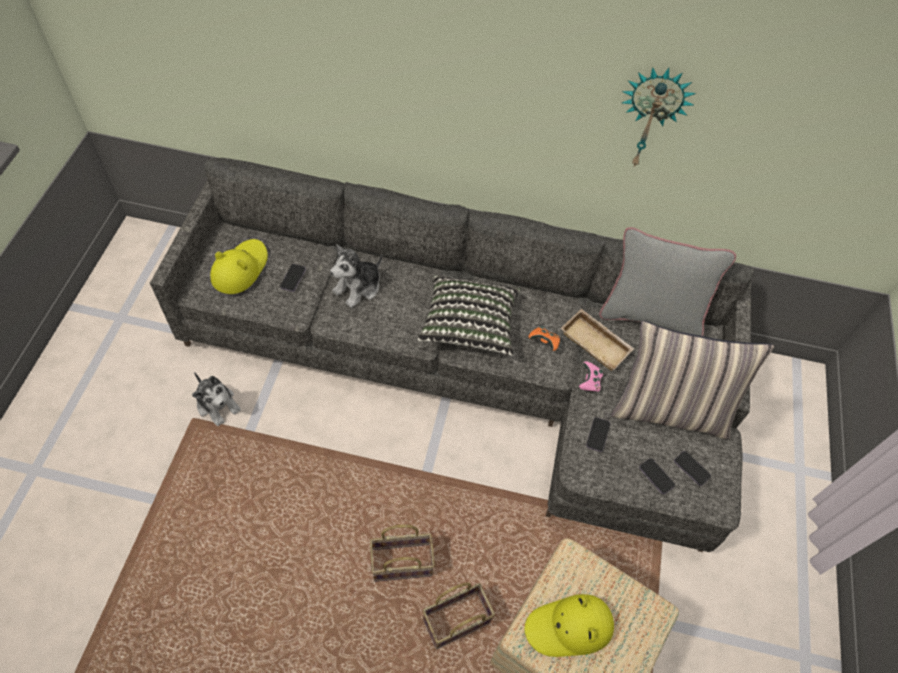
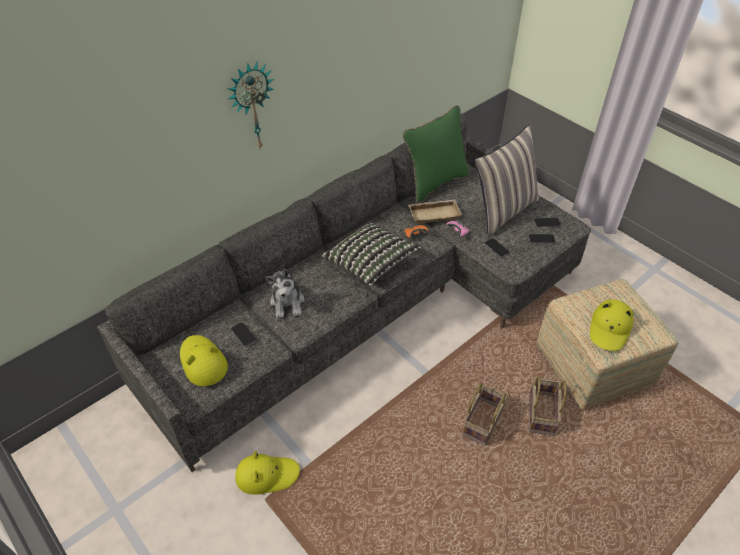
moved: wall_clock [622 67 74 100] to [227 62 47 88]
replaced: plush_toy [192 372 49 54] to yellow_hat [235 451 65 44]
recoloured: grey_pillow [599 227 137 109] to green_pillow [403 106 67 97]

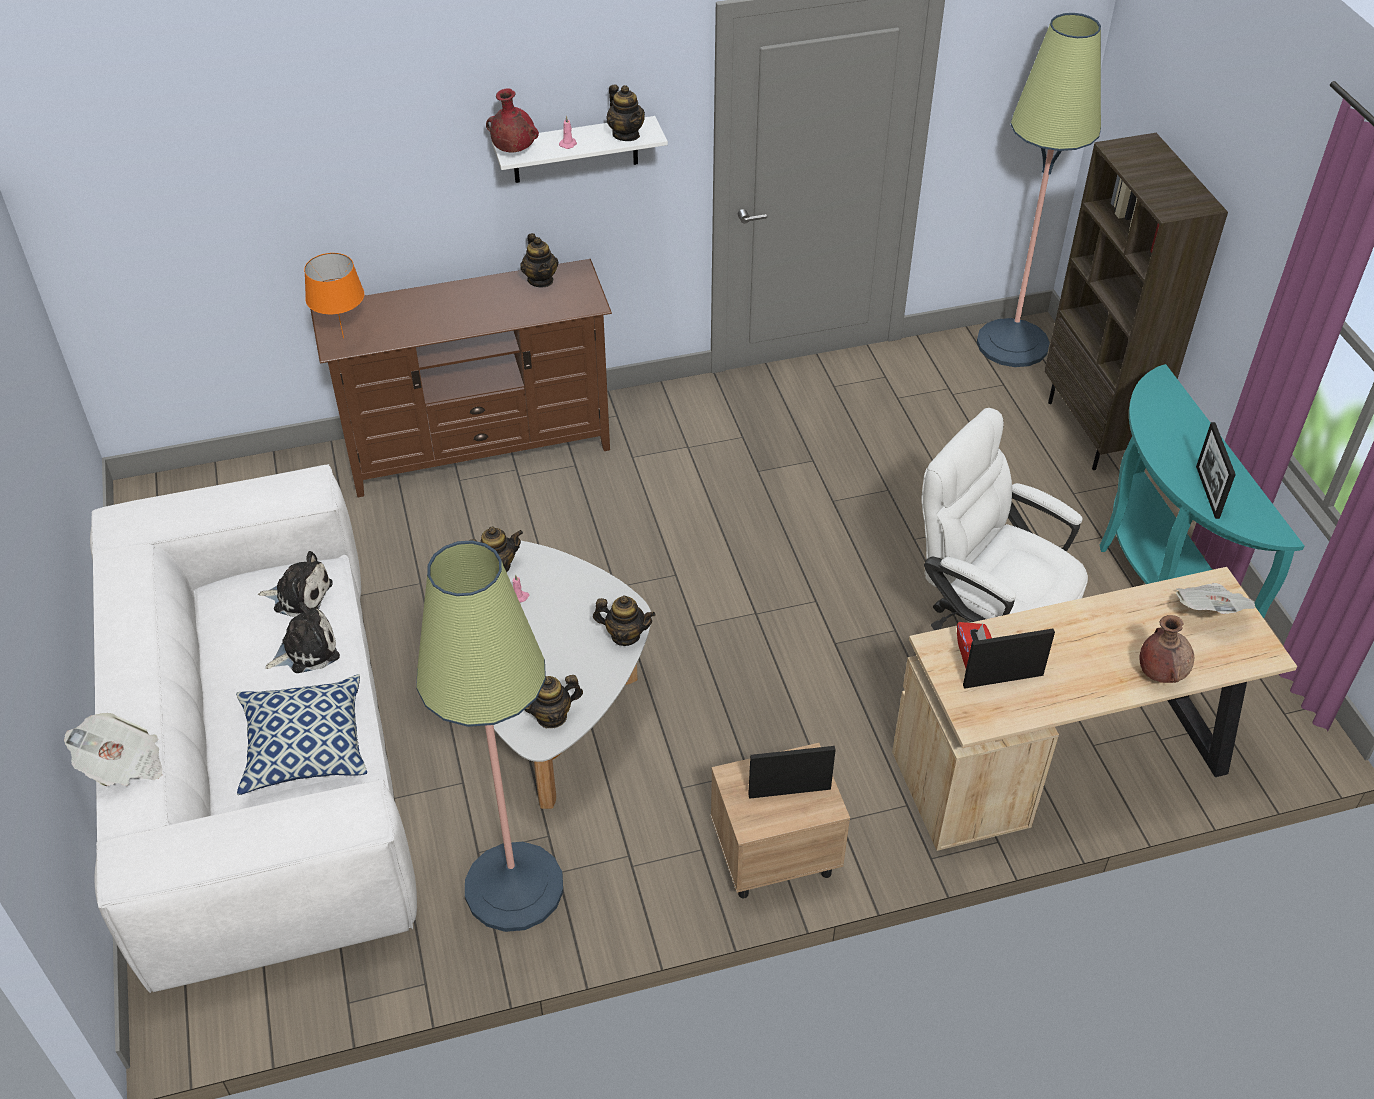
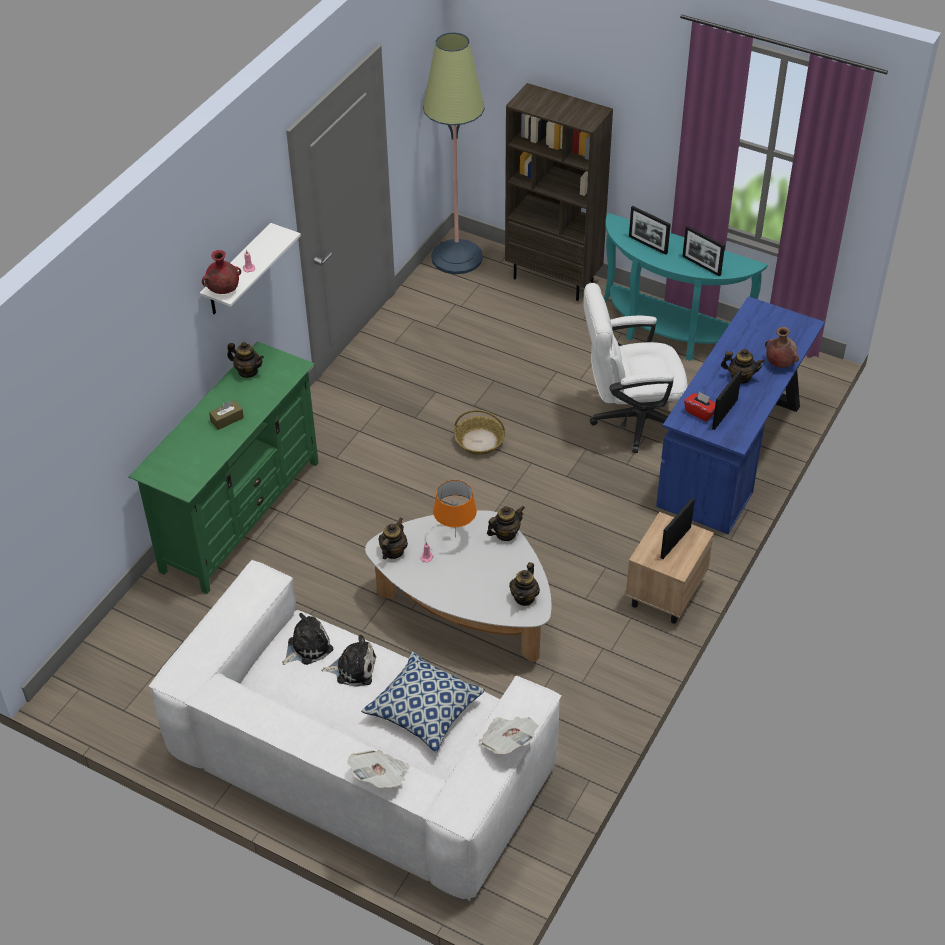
removed: floor_lamp [416 540 147 392]
added: picture_frame [629 206 42 49]; brown_tissue_box [209 400 35 30]; basket [454 410 51 45]
moved: teapot [607 84 38 57] to [721 349 44 35]; orange_table_lamp [304 253 60 85] to [433 480 44 57]; newspaper [1176 583 79 31] to [478 717 60 37]
recoloured: brown_tv_stand [310 259 302 238] to green_tv_stand [129 341 189 253]; beige_desk [892 567 405 284] to blue_desk [656 296 169 238]
turned: plush_toy [265 602 75 71] = [321 635 55 52] 75 degrees clockwise

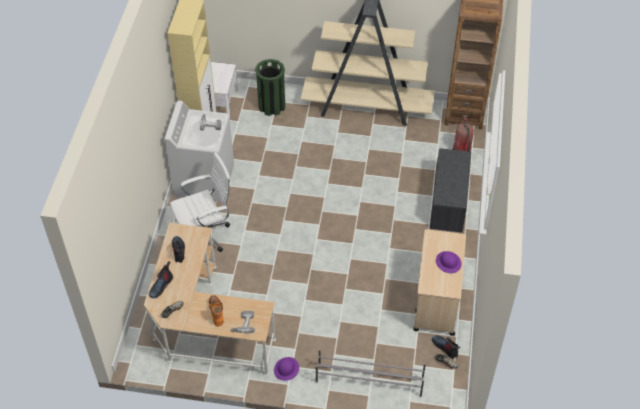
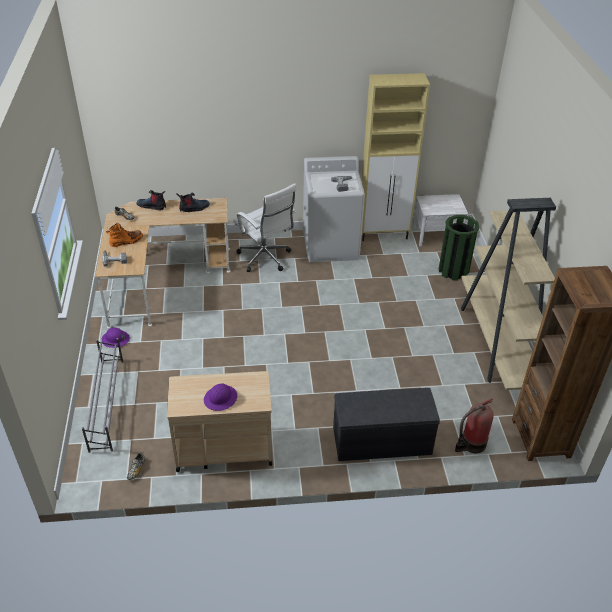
removed: boot [432 335 28 24]

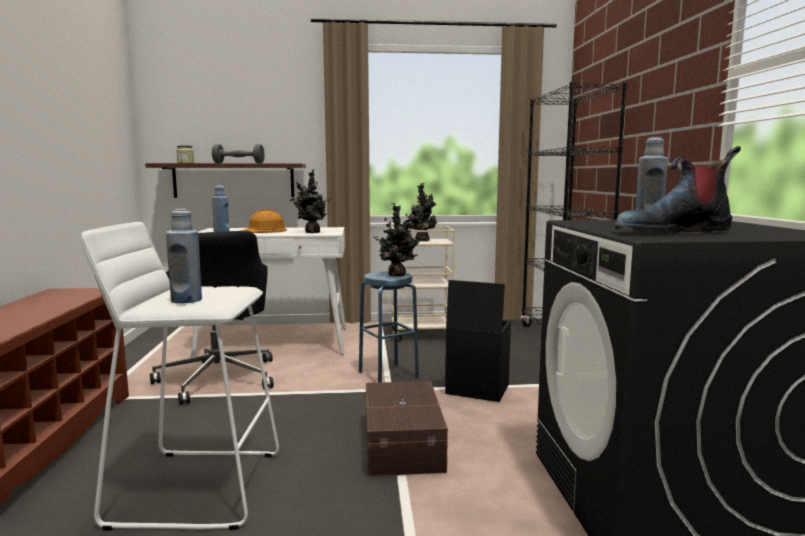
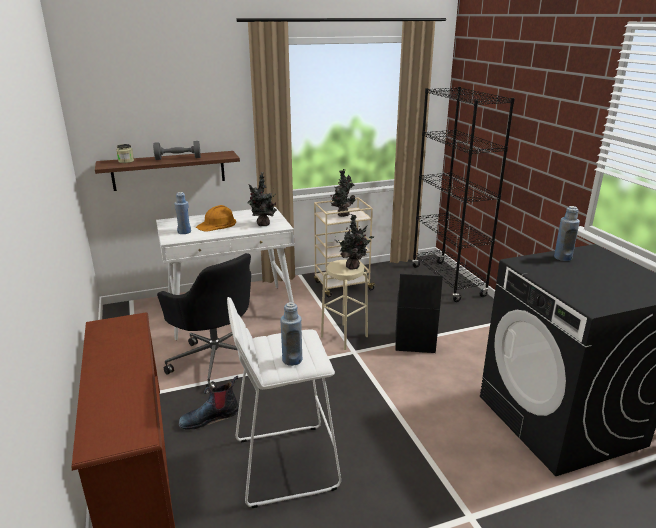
removed: brown_storage_box [366 381 82 95]
moved: boot [615 146 126 88] to [178 376 60 53]
recoloured: blue_stool [359 271 60 112] to beige_stool [321 260 47 90]

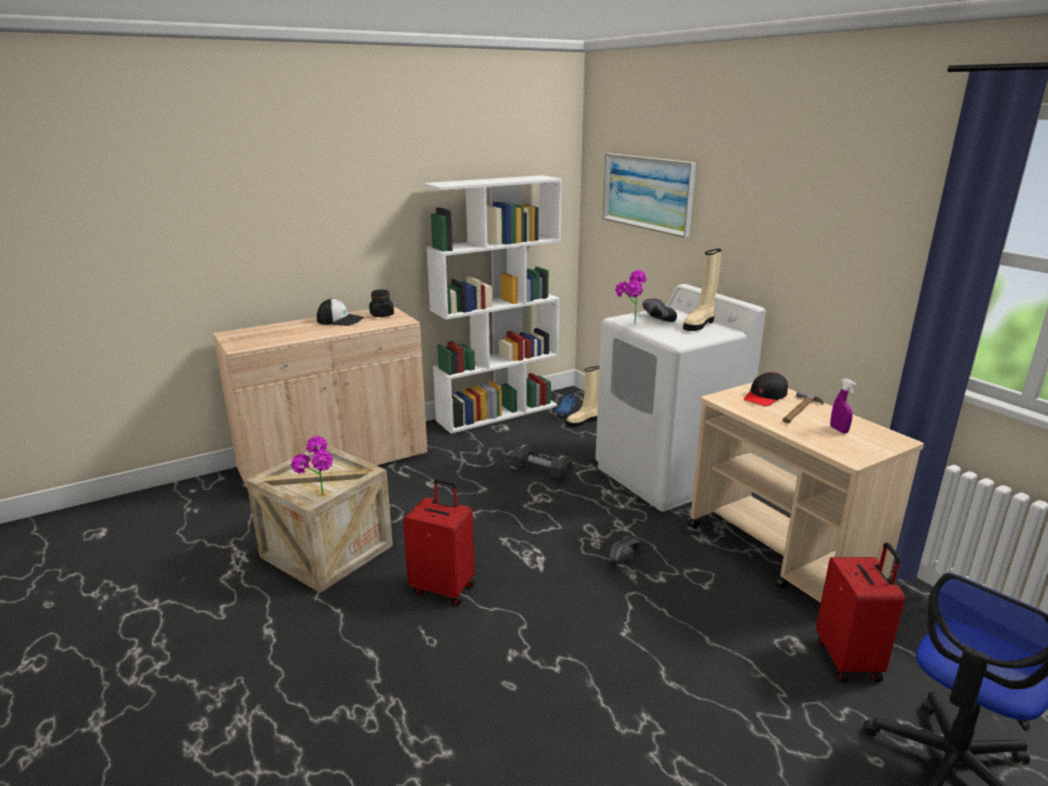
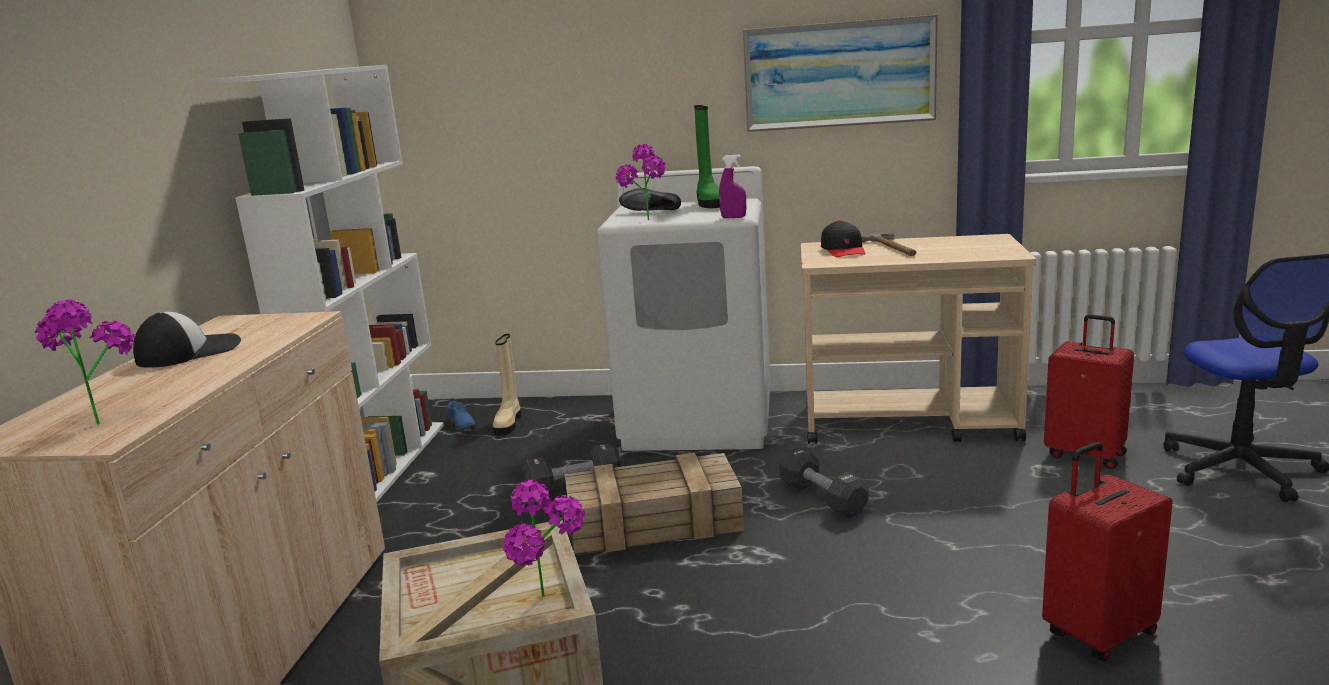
removed: black_jar [369 290 25 27]
added: potted_plant [35 300 100 125]; crate [565 453 179 102]
moved: picture [603 153 93 85] to [742 15 196 117]; purple_spray_bottle [830 378 26 56] to [719 154 27 64]; red_suitcase [403 478 72 127] to [1042 442 131 219]
replaced: black_shoe [610 535 33 30] to black_dumbbell [779 447 90 71]
recoloured: beige_boot [683 249 38 82] to green_boot [694 105 26 103]

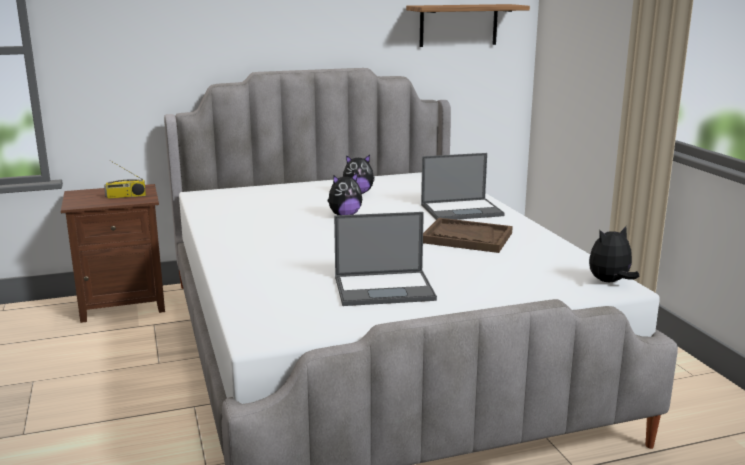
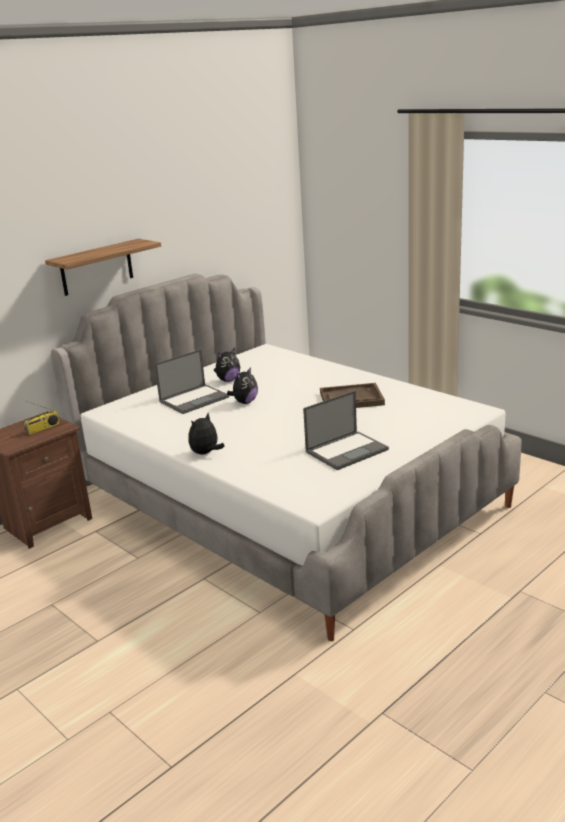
moved: shelf [406 4 124 43] to [45 239 116 57]; laptop [421 153 84 67] to [154 349 75 65]; plush_toy [589 226 50 56] to [188 413 37 42]

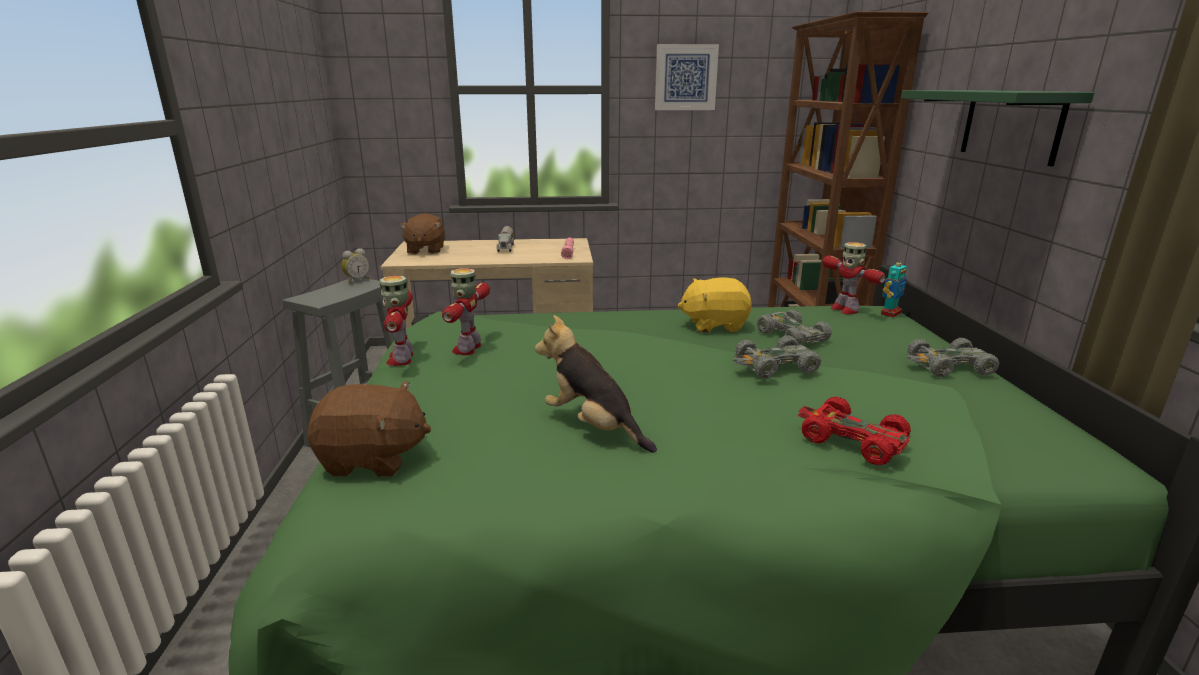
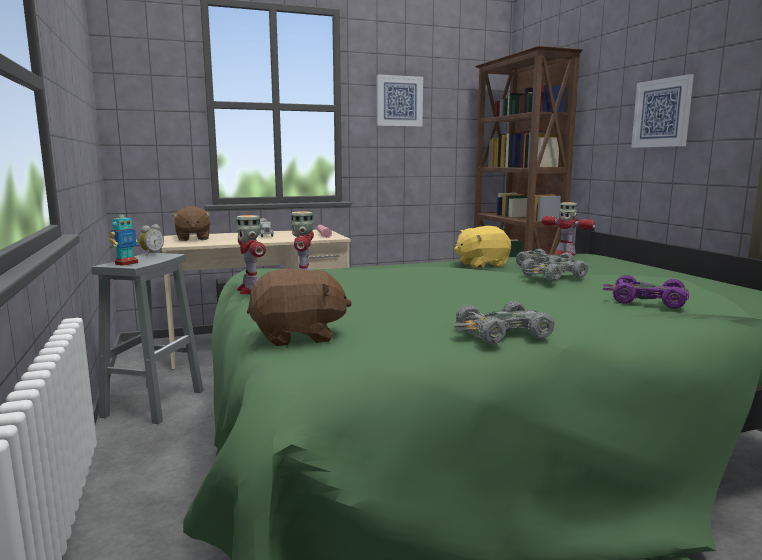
removed: plush_toy [535 315 122 138]
moved: toy_robot [881 257 26 61] to [109 209 29 57]; grey_toy_car [906 338 94 39] to [454 301 101 43]
replaced: green_shelf [901 90 193 77] to picture [631 74 63 74]
recoloured: red_toy_car [798 397 113 68] to purple_toy_car [603 275 87 34]

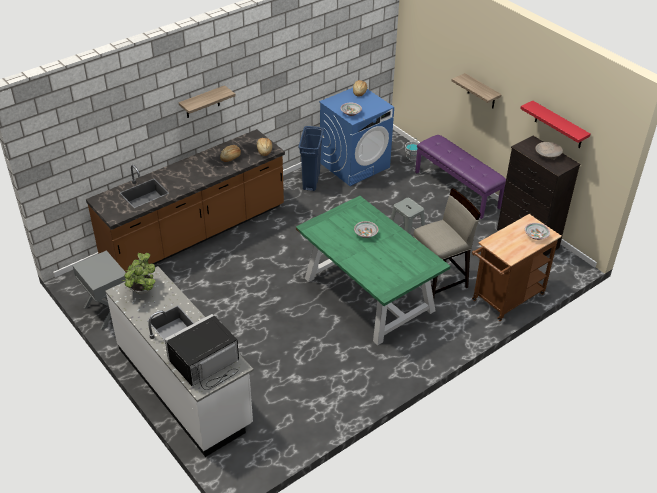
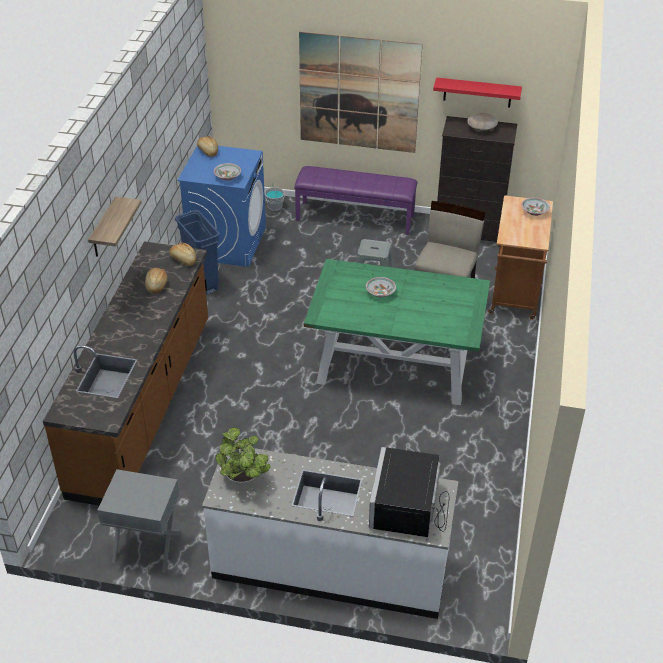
replaced: shelf [452 73 50 35] to picture [299 32 124 121]

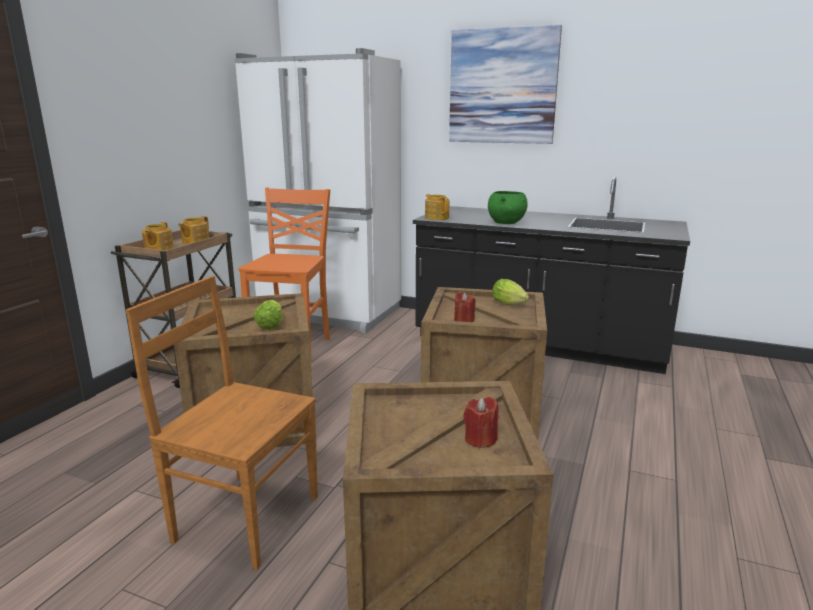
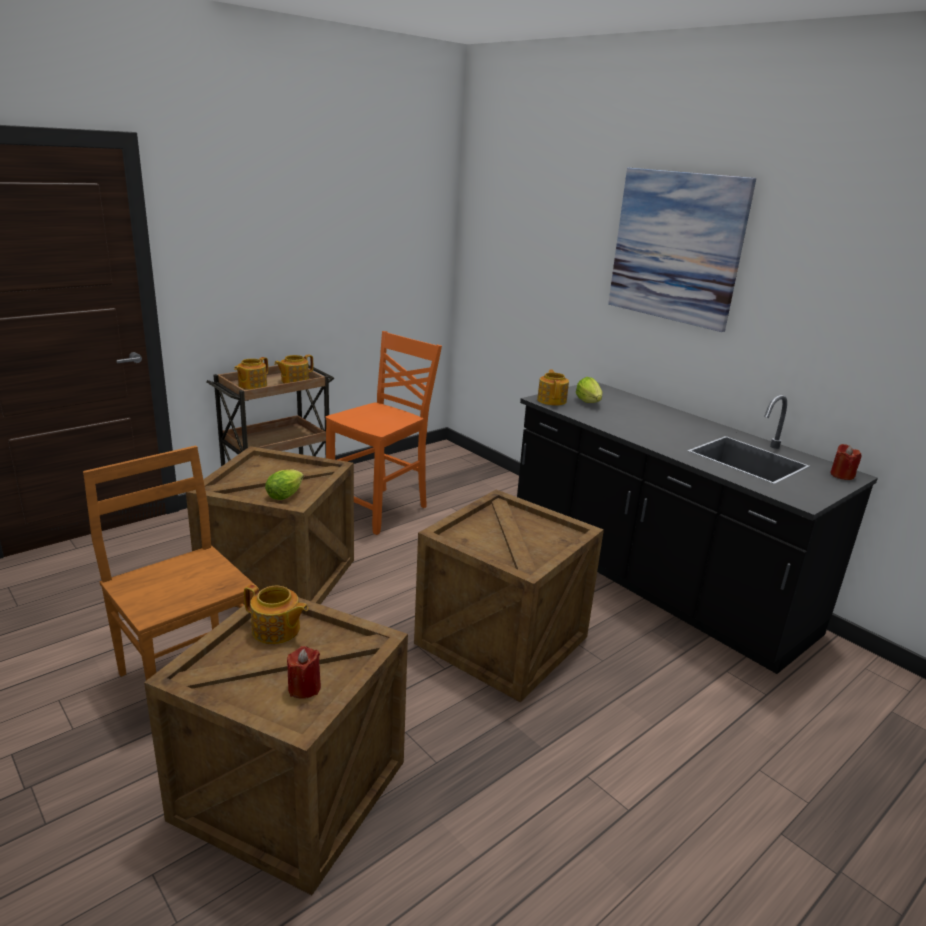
removed: white_fridge [235 48 166 285]; green_bowl [488 191 40 33]
added: teapot [244 584 64 60]
moved: lettuce [492 279 37 26] to [576 377 26 26]; red_candle [454 292 21 30] to [830 444 32 36]

